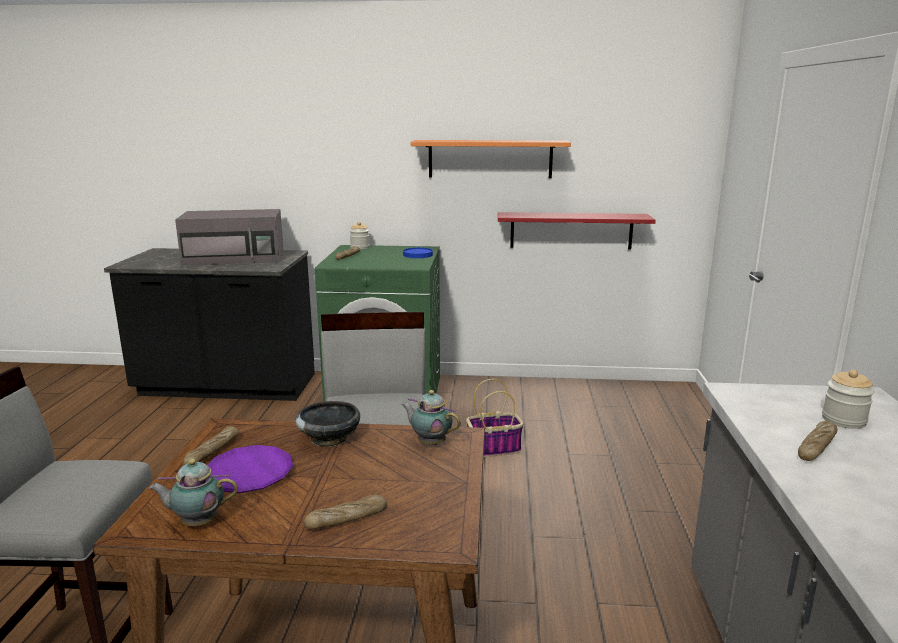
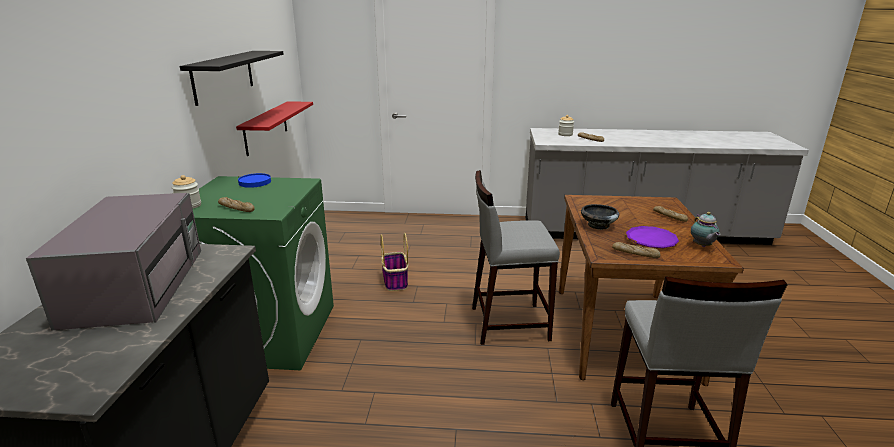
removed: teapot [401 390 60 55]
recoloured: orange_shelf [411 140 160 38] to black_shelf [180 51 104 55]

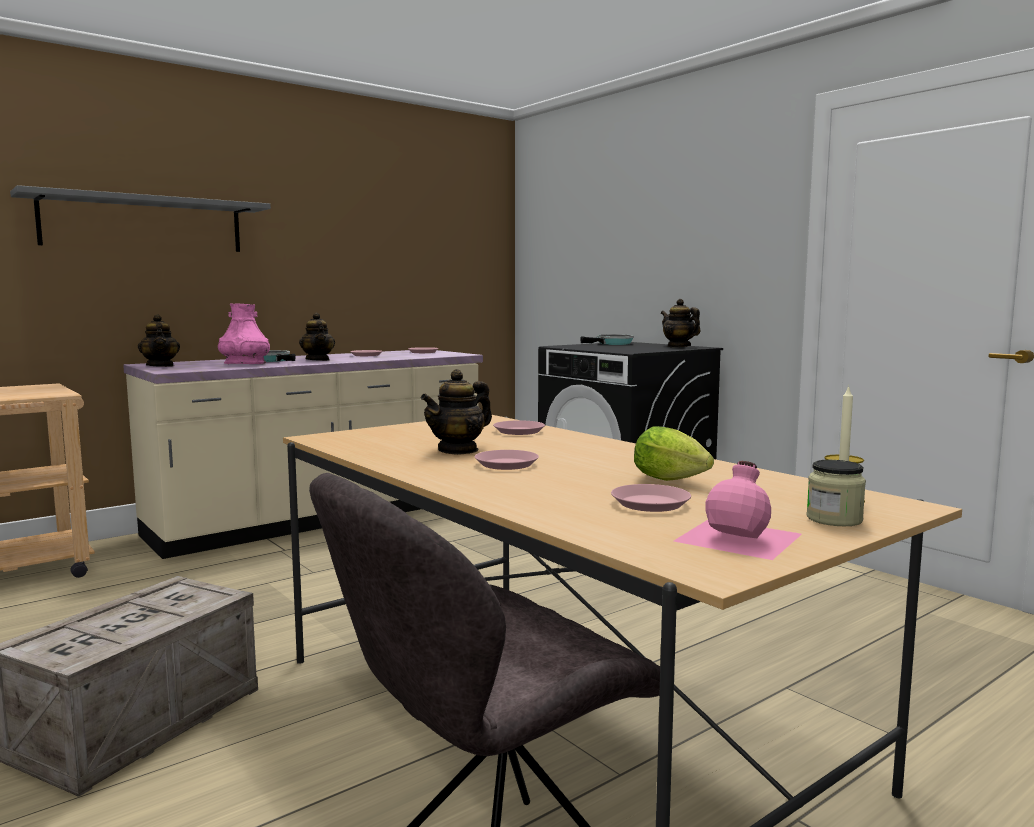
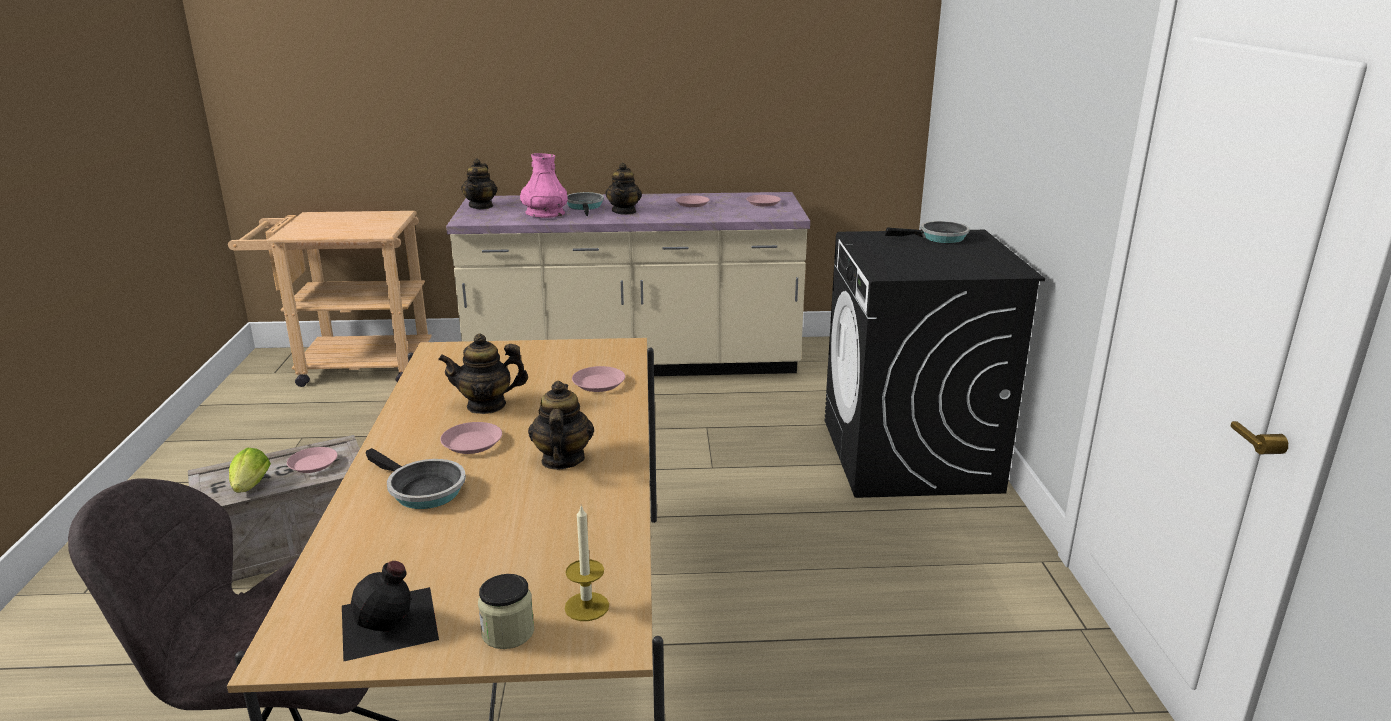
removed: grey_shelf [10 185 261 67]
added: frying_pan [366 448 100 61]
moved: teapot [661 299 39 48] to [528 381 66 89]; lettuce [634 426 80 55] to [229 447 42 46]; pink_plate [611 484 80 28] to [287 447 50 26]
recoloured: pink_bottle [674 461 128 99] to black_bottle [342 561 97 101]

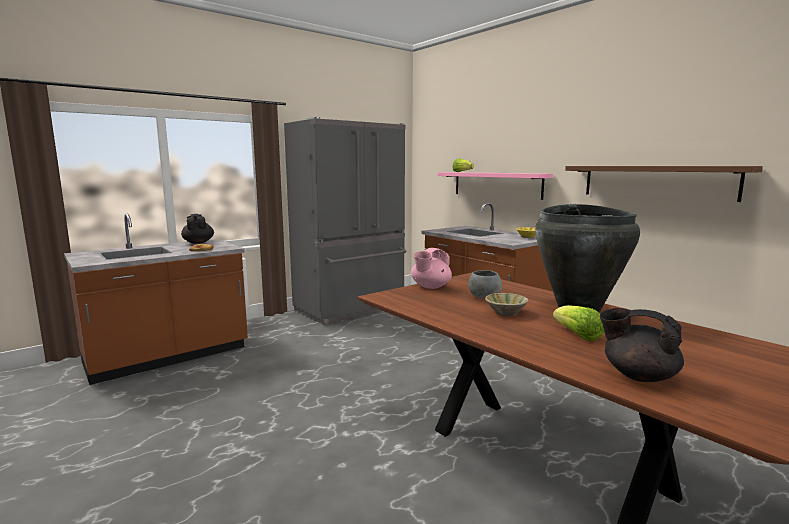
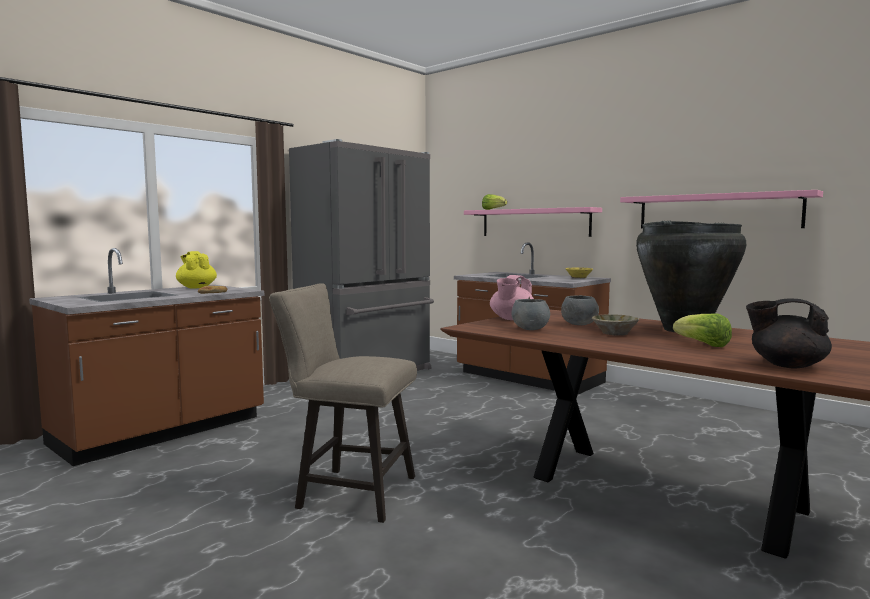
added: beige_stool [269 283 148 240]; grey_bowl [511 299 39 31]
recoloured: brown_shelf [565 166 198 36] to pink_shelf [620 190 203 38]; black_teapot [181 214 33 30] to yellow_teapot [176 251 41 38]

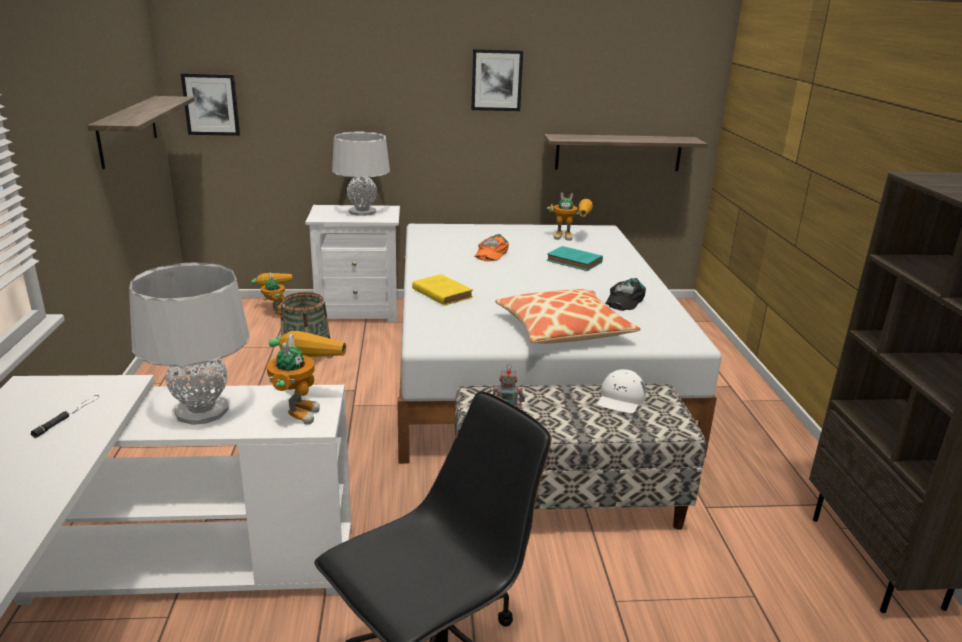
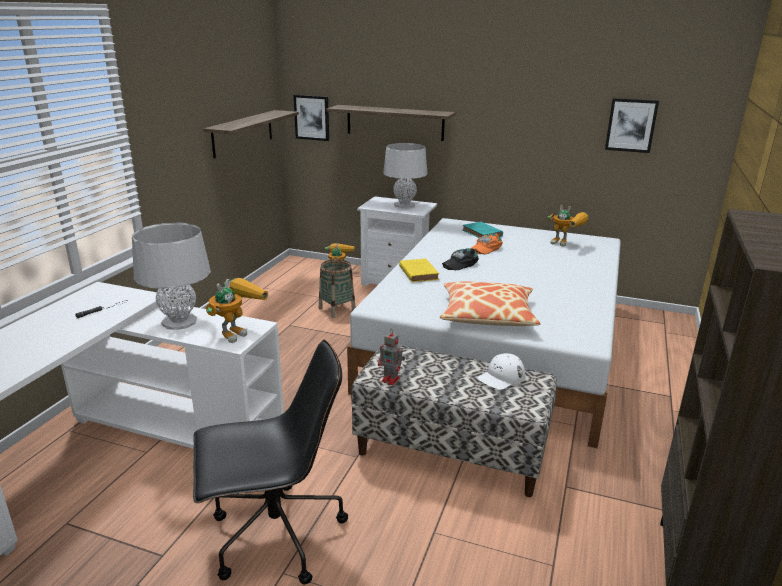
moved: picture [471 49 52 62] to [605 98 54 55]; shelf [544 134 164 37] to [327 105 129 36]; turquoise_book [547 246 56 25] to [463 222 40 16]; black_cap [605 278 41 33] to [442 248 37 22]

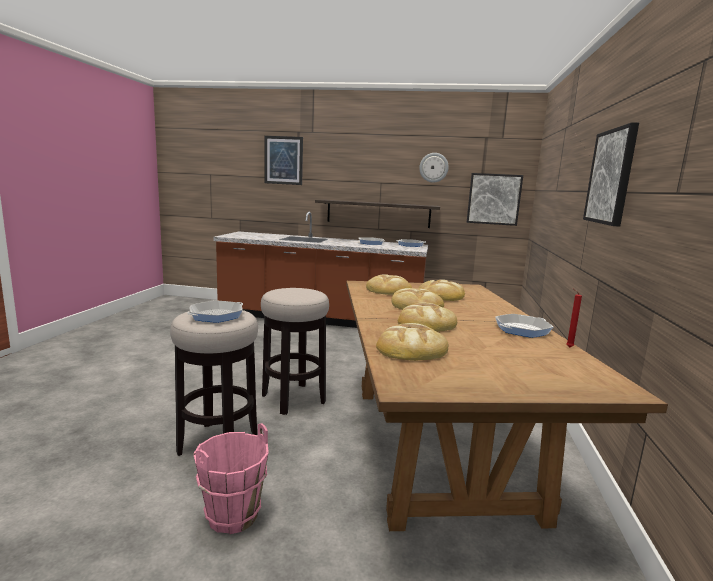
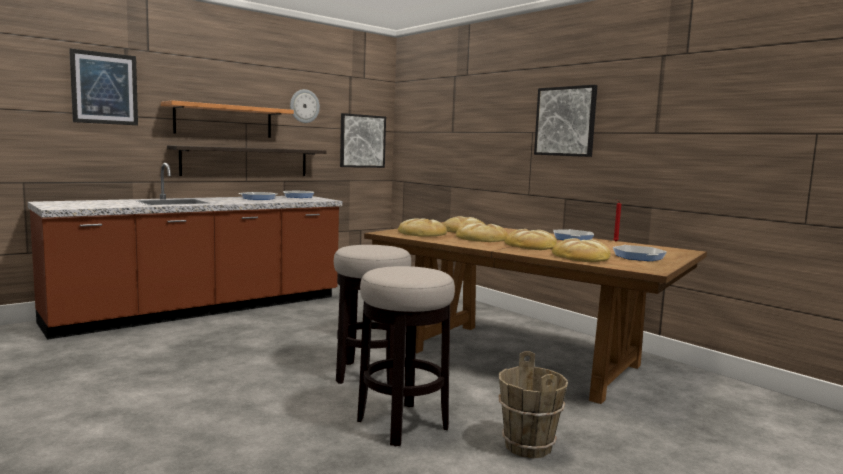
added: shelf [161 100 133 38]
moved: frying_pan [187 300 56 23] to [613 245 54 16]
recoloured: pink_bucket [193 423 76 111] to brown_bucket [499 351 69 107]

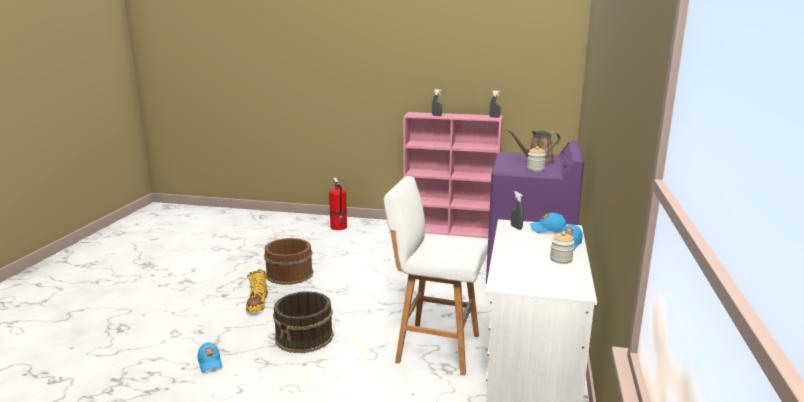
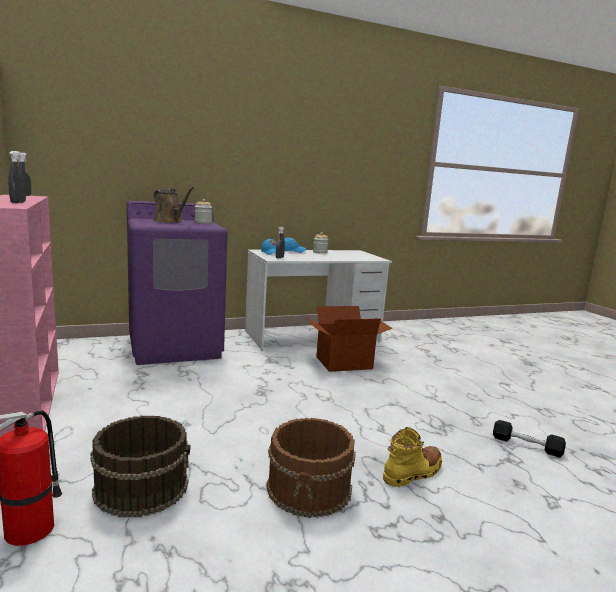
moved: brown_bucket [273 291 61 62] to [90 416 100 101]
replaced: white_stool [384 176 104 199] to cardboard_box [305 306 87 66]; blue_cap [197 342 26 31] to black_dumbbell [493 420 73 38]

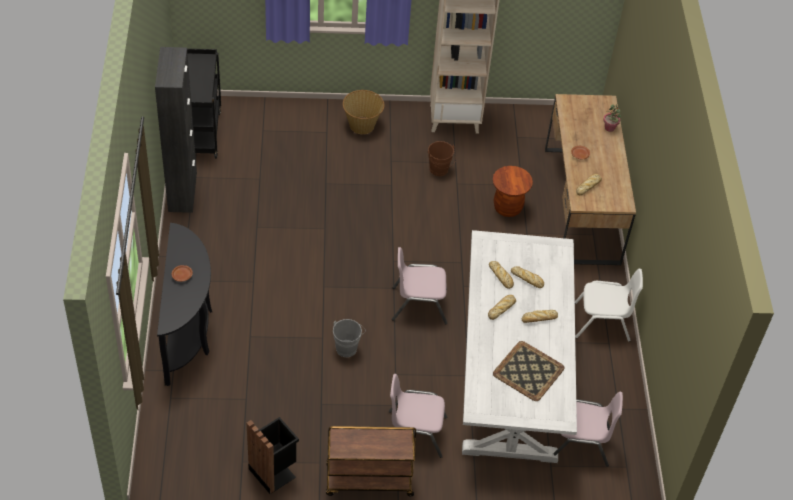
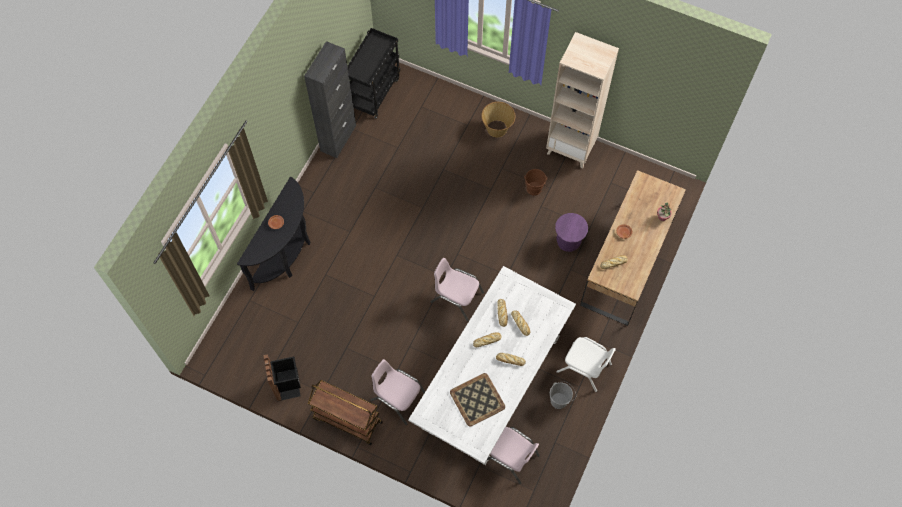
moved: grey_bucket [333 319 33 38] to [550 382 26 27]
recoloured: brown_stool [493 166 40 51] to purple_stool [555 213 33 39]

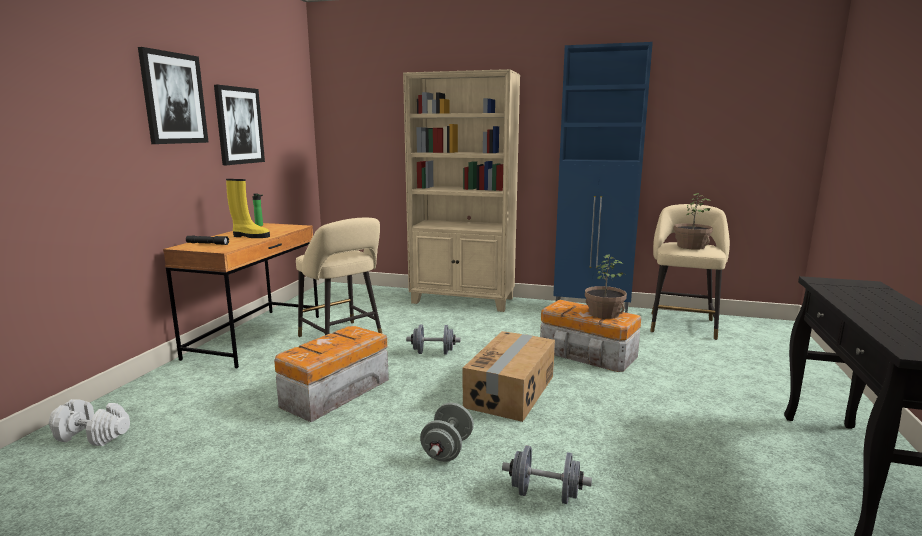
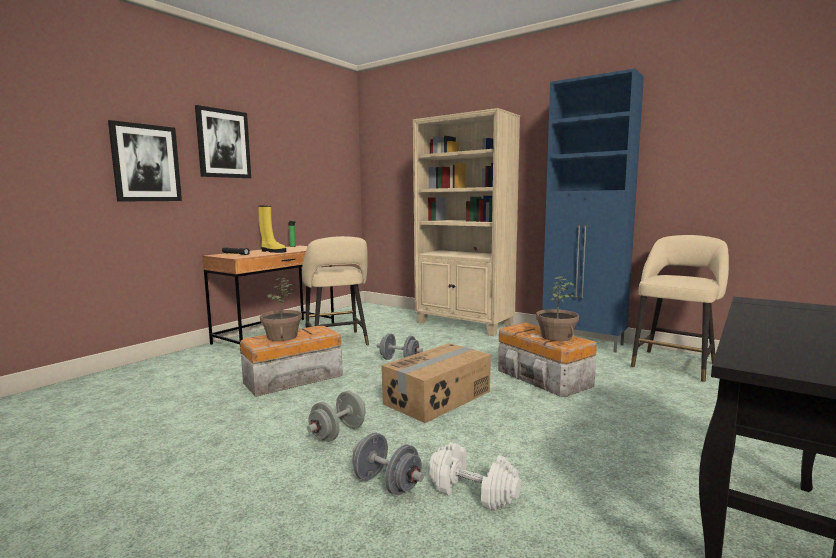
moved: picture [214 85 51 80] to [108 120 74 82]; potted_plant [674 193 39 57] to [260 278 42 63]; white_dumbbell [49 399 81 47] to [429 442 92 69]

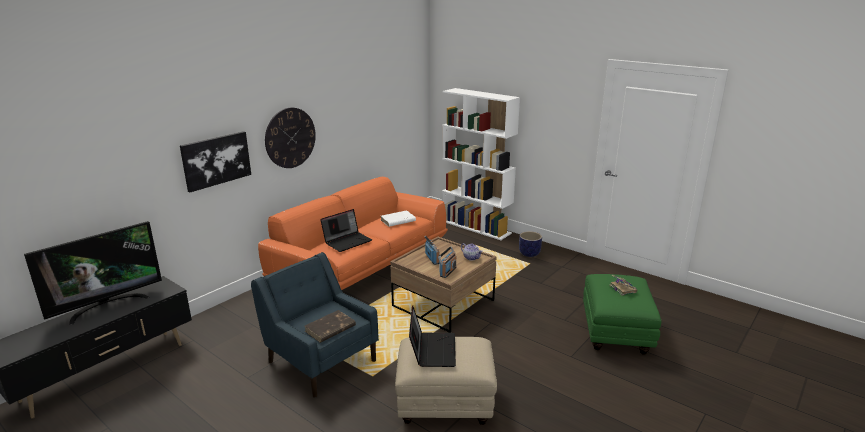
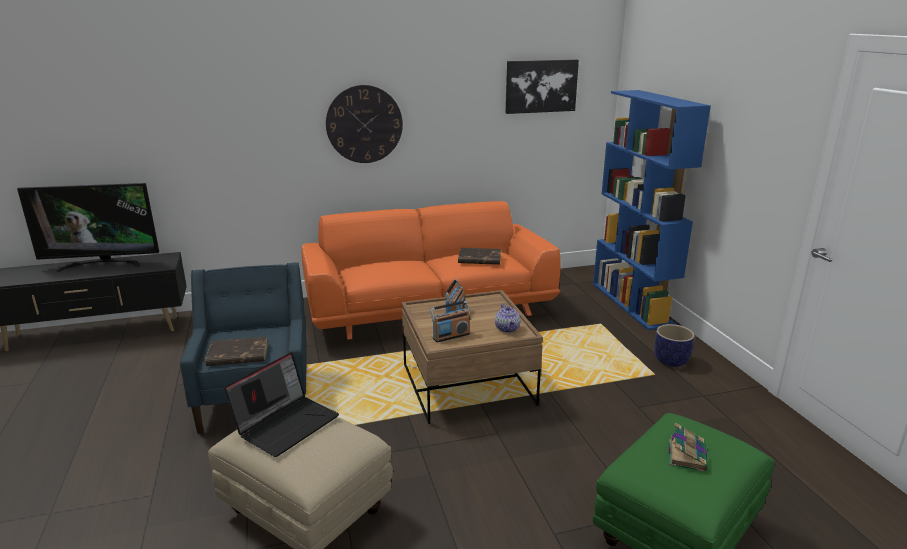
removed: laptop [320 209 52 43]
moved: picture [180 131 71 61] to [506 60 73 54]
recoloured: white_bookcase [442 88 78 152] to blue_bookcase [593 90 118 240]; white_book [381 210 35 17] to brown_book [458 248 43 17]

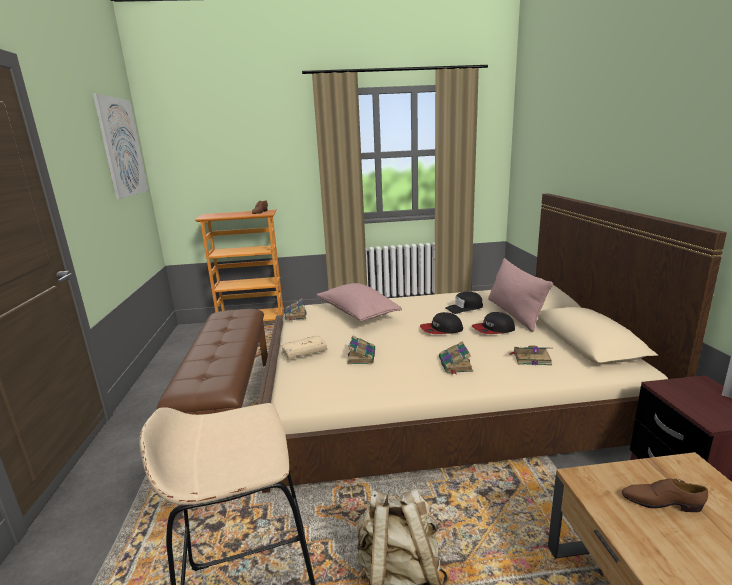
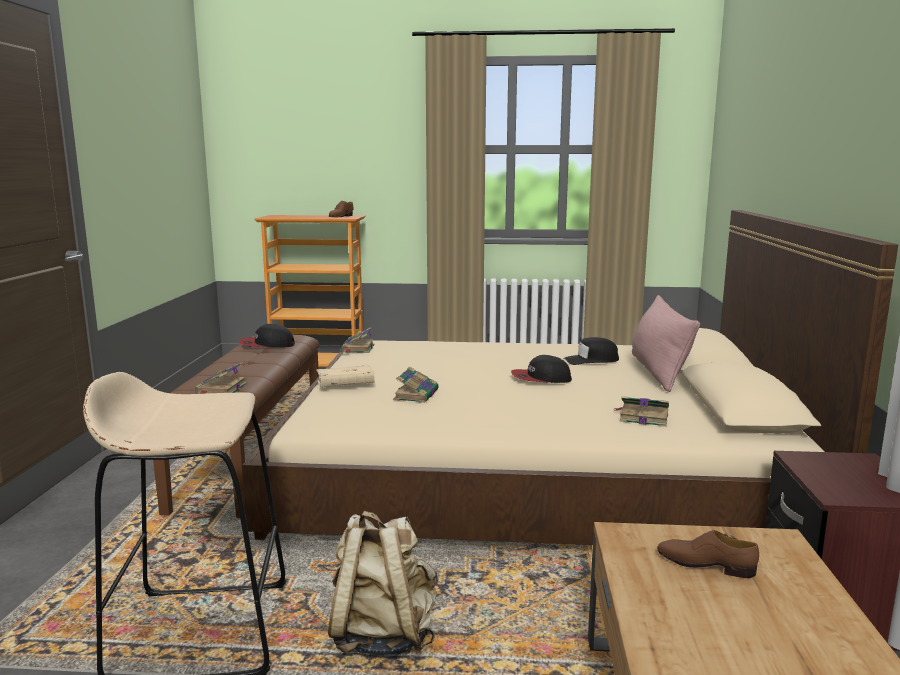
removed: picture [93 93 55 106]; pink_pillow [317 283 85 38]
moved: cap [472 312 43 22] to [239 324 56 24]; book [439 341 34 34] to [195 361 53 33]

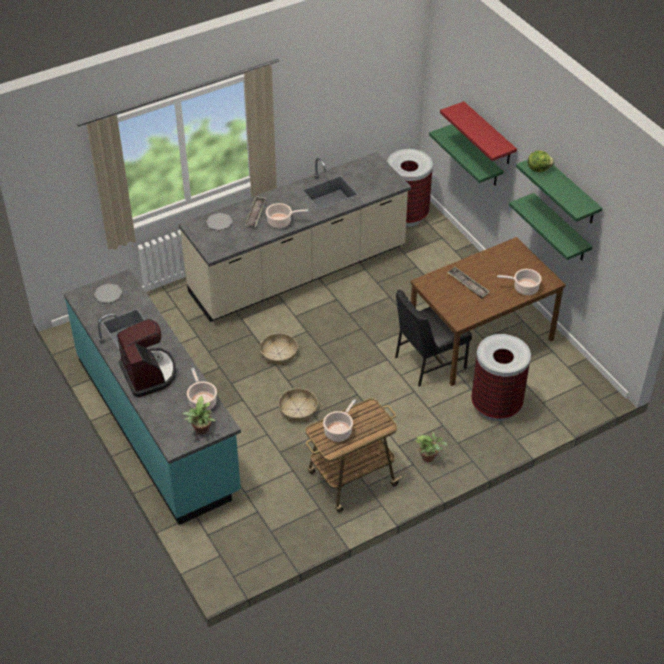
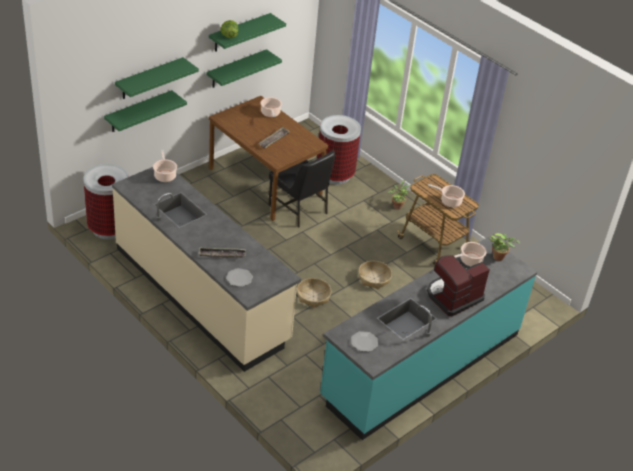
moved: cooking_pot [266 203 42 25] to [153 150 24 32]
recoloured: red_shelf [440 101 77 63] to green_shelf [115 57 84 42]

